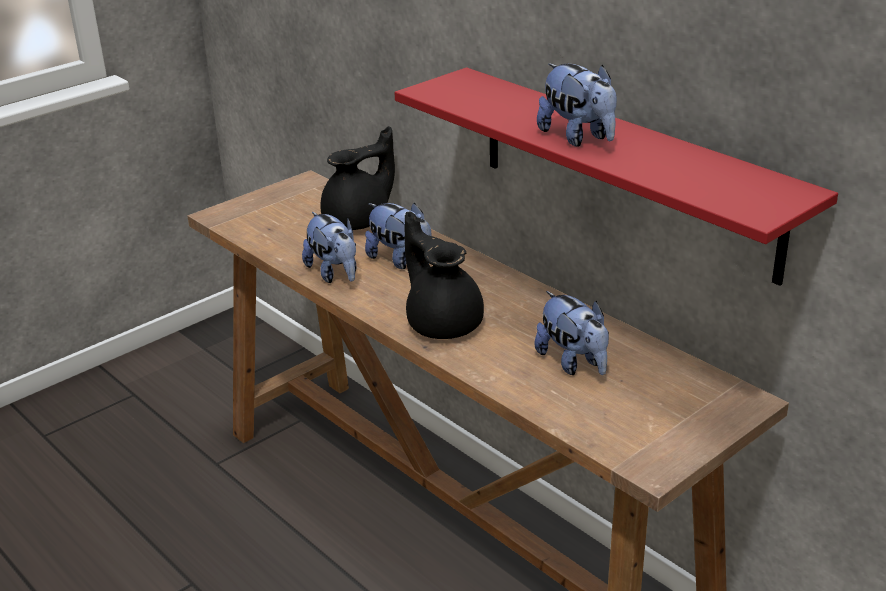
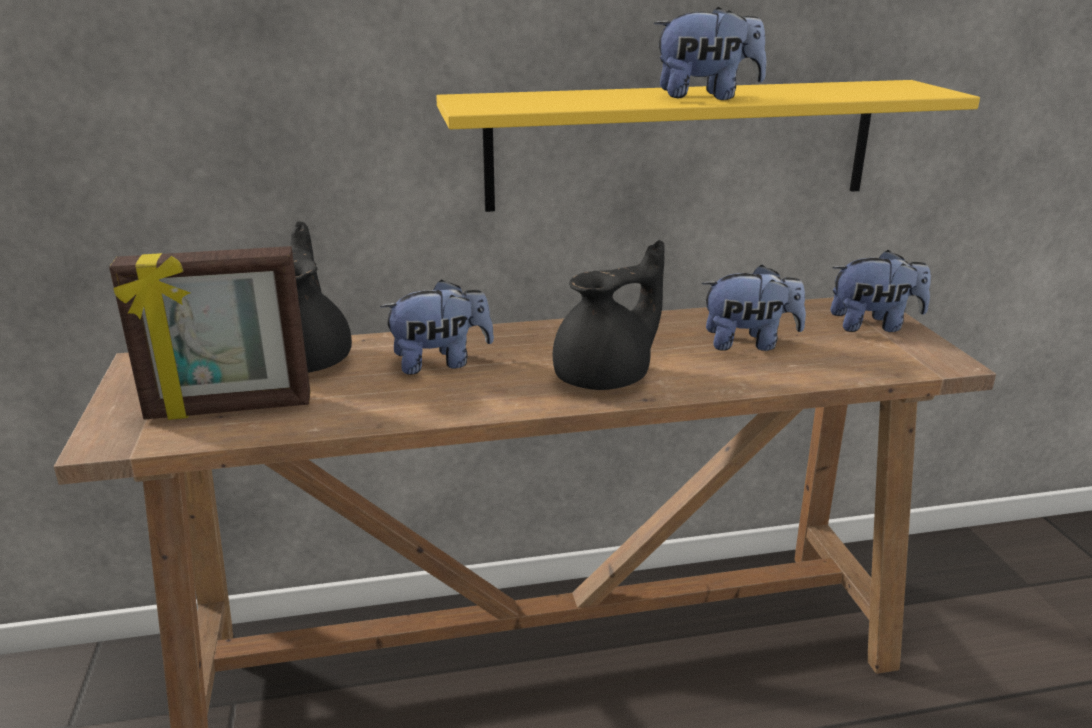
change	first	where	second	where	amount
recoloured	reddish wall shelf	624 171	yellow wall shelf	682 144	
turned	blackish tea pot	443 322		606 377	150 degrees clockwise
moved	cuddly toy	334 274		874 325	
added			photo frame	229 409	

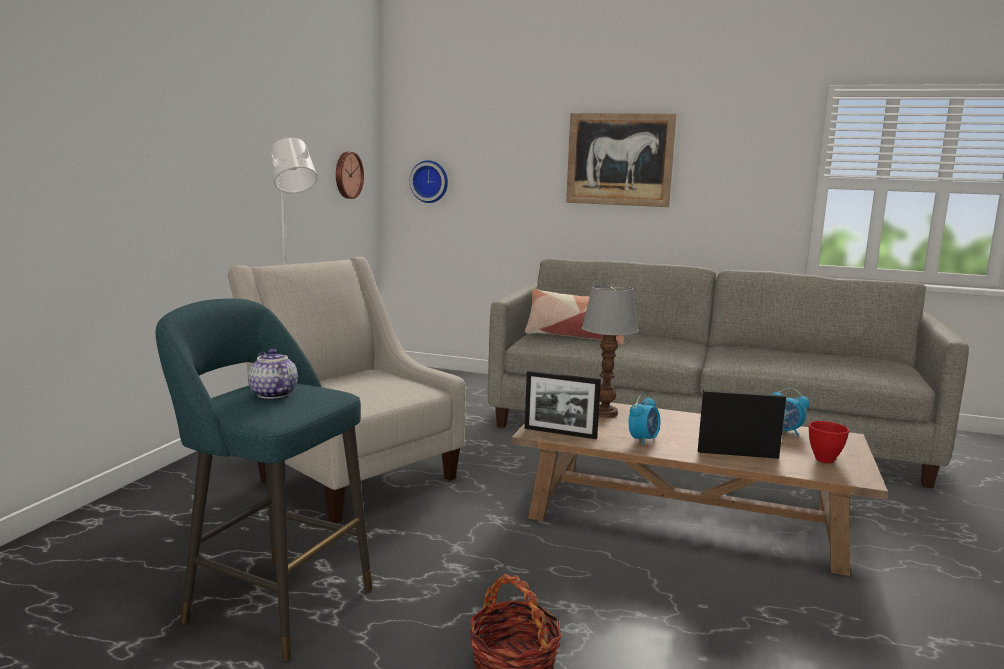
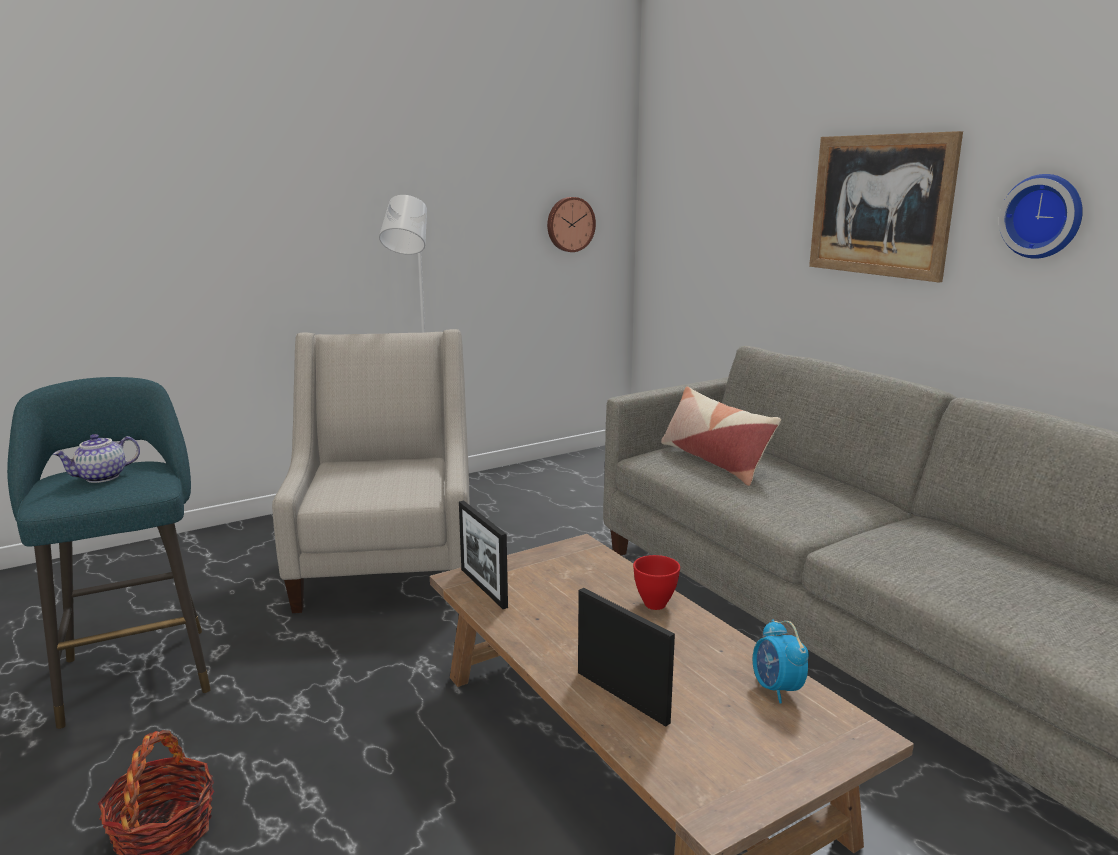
change	first	where	second	where	amount
moved	clock on the wall	430 181		1043 216	
removed	lamp for a table	604 413			
turned	tea pot	272 394		102 478	135 degrees counterclockwise
removed	bedside clock	643 440			
moved	reddish serving bowl	825 460		655 605	

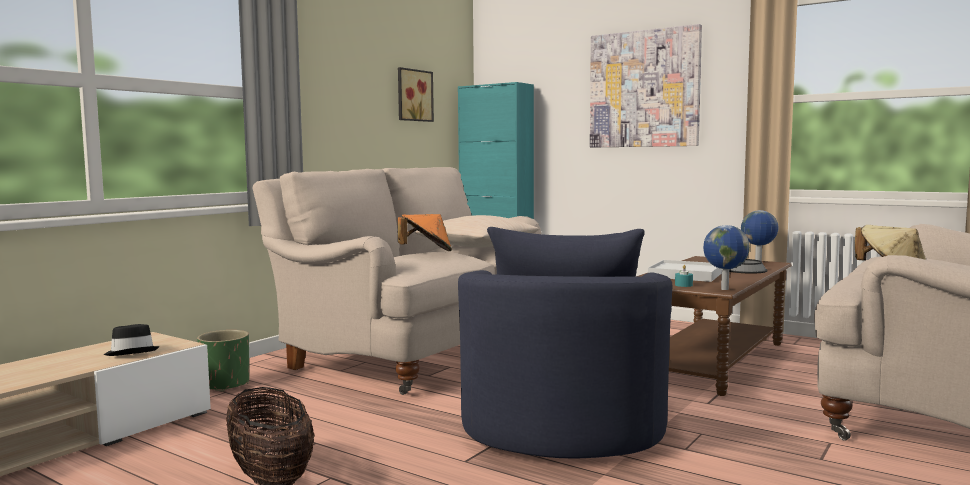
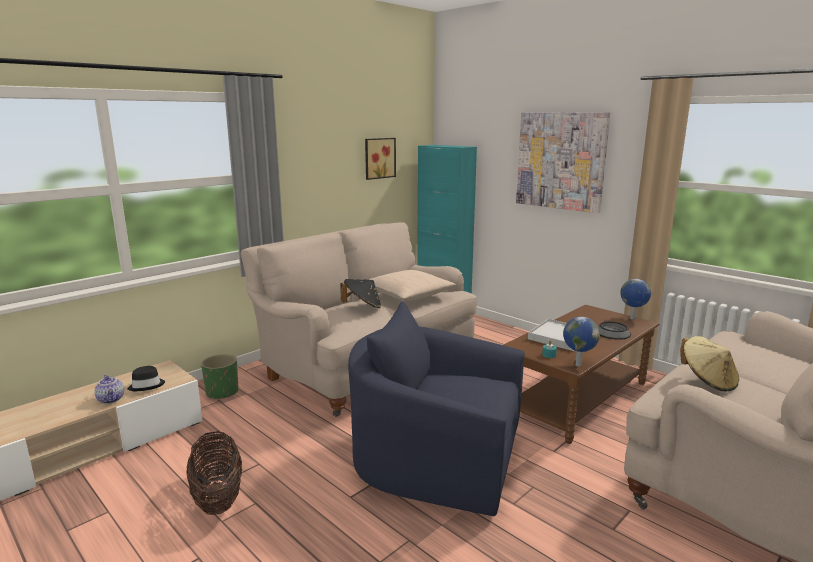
change	first	where	second	where	amount
recoloured	orange wearable hat	426 252	blackish wearable hat	362 307	
turned	blue easy chair	562 420		436 459	90 degrees clockwise
added			tea pot	111 399	

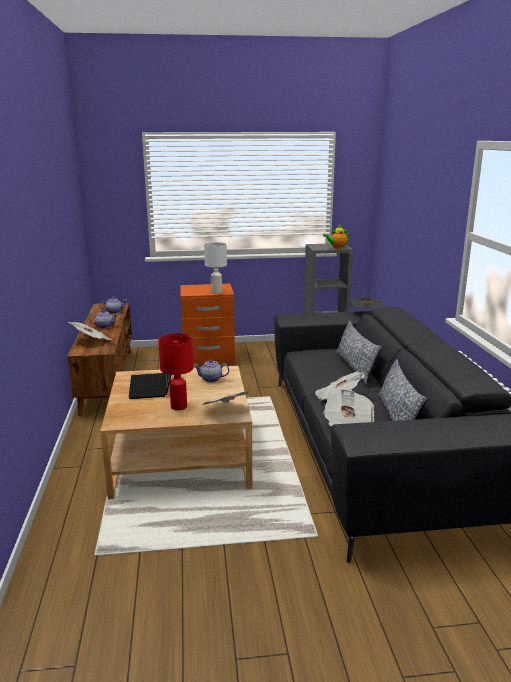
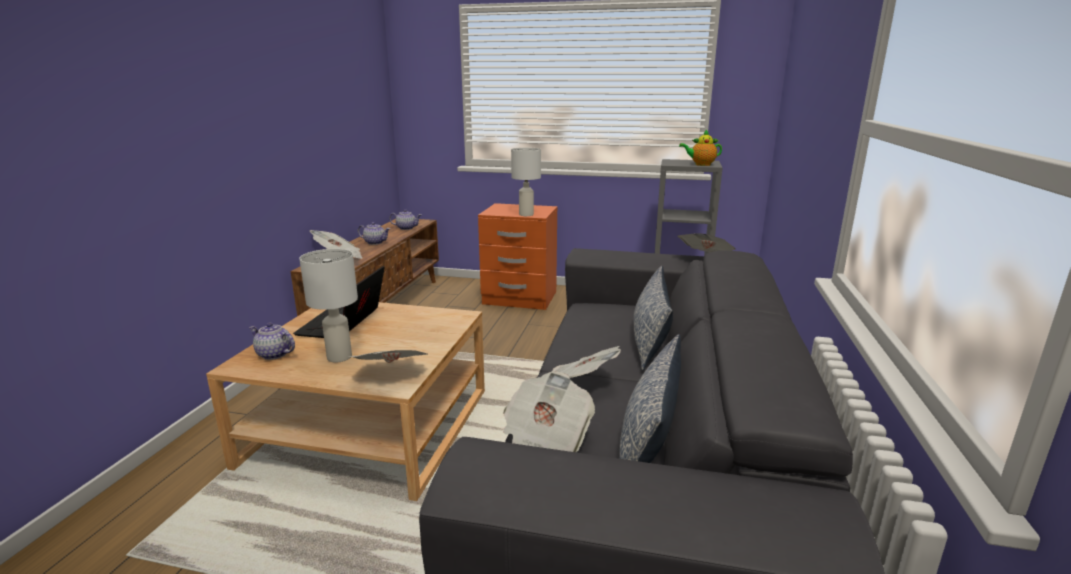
change	first	where	second	where	amount
recoloured	reddish lamp for a table	178 407	white-coloured lamp for a table	338 357	
moved	tea pot	211 379		273 354	

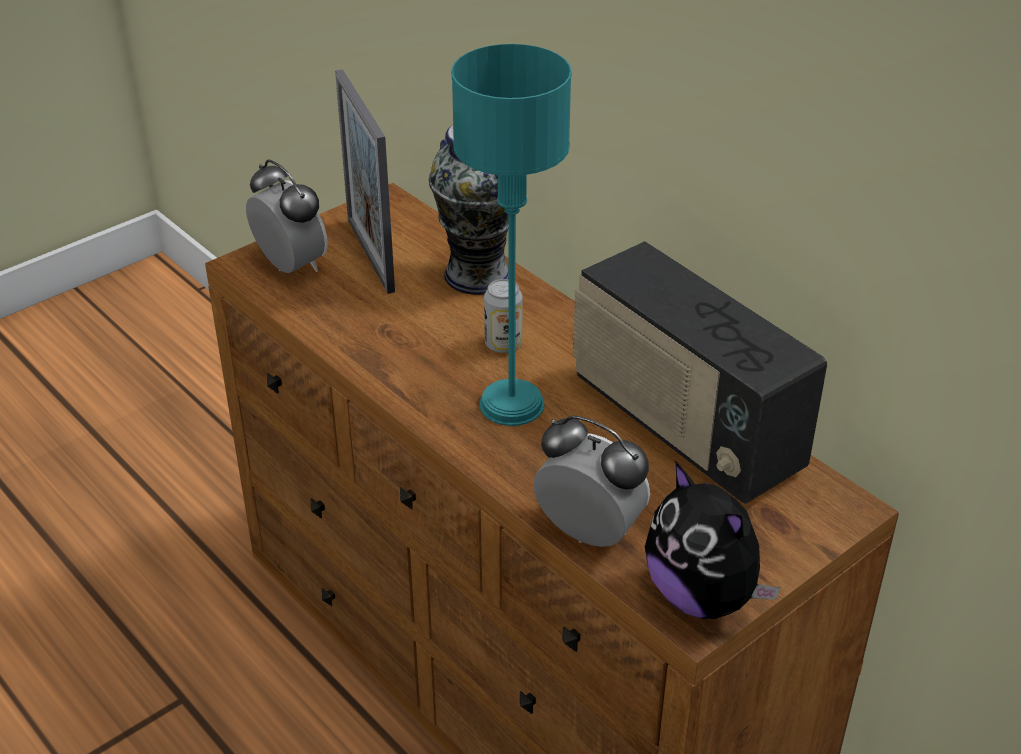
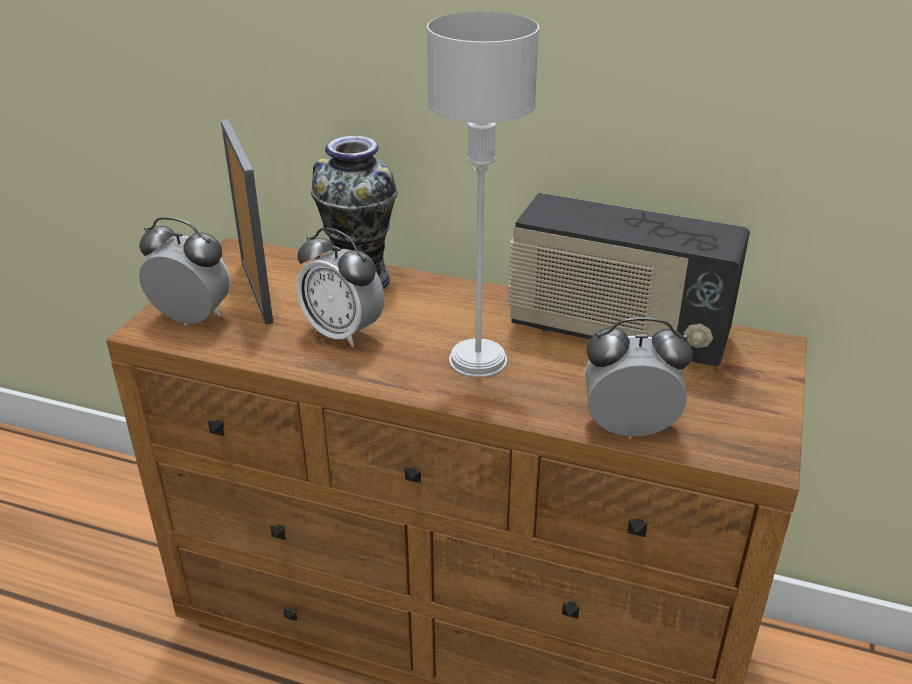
change	first	where	second	where	amount
recoloured	turquoise-coloured lamp for a table	512 404	greyish lamp for a table	478 359	
turned	photo frame	370 255		256 291	150 degrees counterclockwise
removed	can	503 344			
removed	cuddly toy	703 596			
added			bedside clock	343 333	

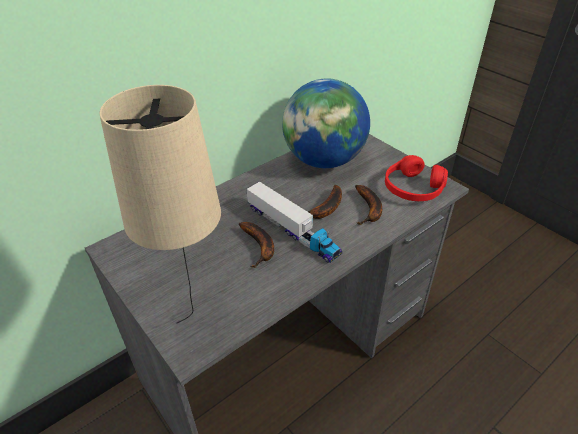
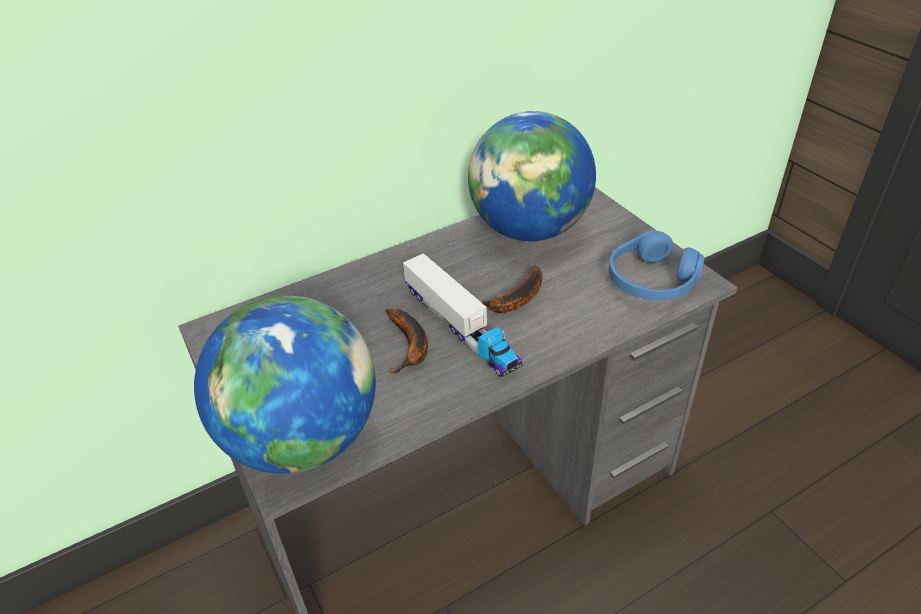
change	first	where	second	where	amount
replaced	beige lamp for a table	197 321	world globe	303 439	
recoloured	reddish pair of headphones	413 188	blue pair of headphones	651 280	
removed	whole banana	369 209			

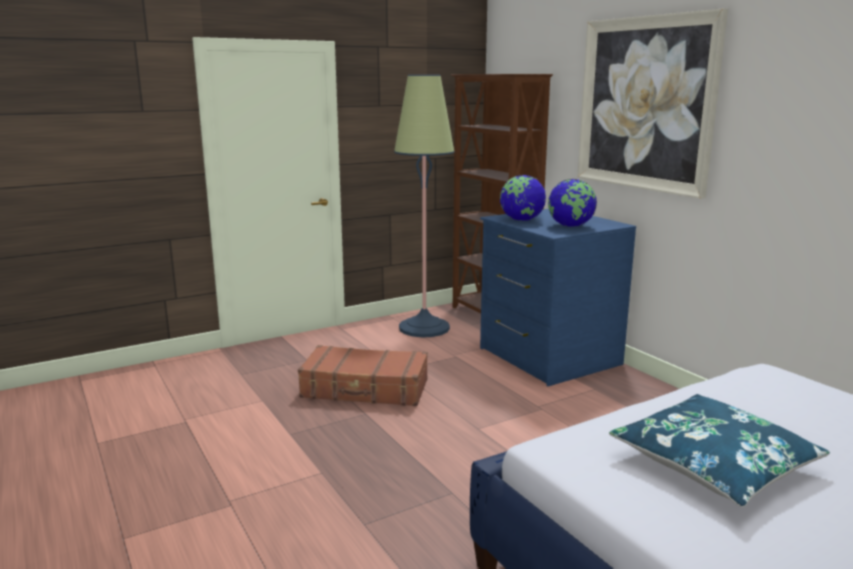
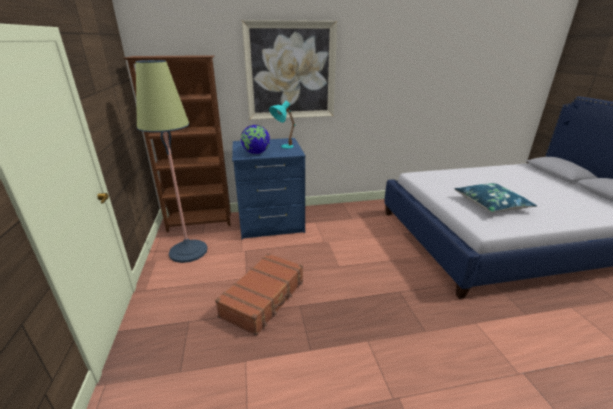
change	first	where	second	where	amount
replaced	world globe	570 226	turquoise-coloured lamp for a table	283 147	

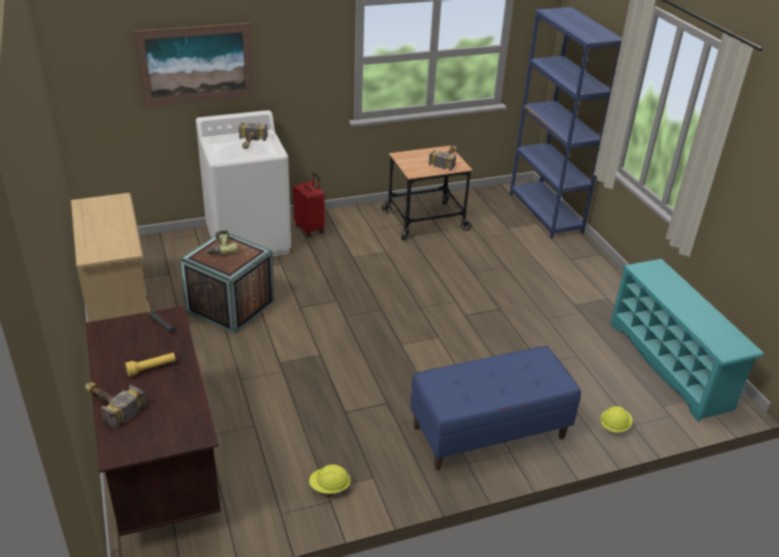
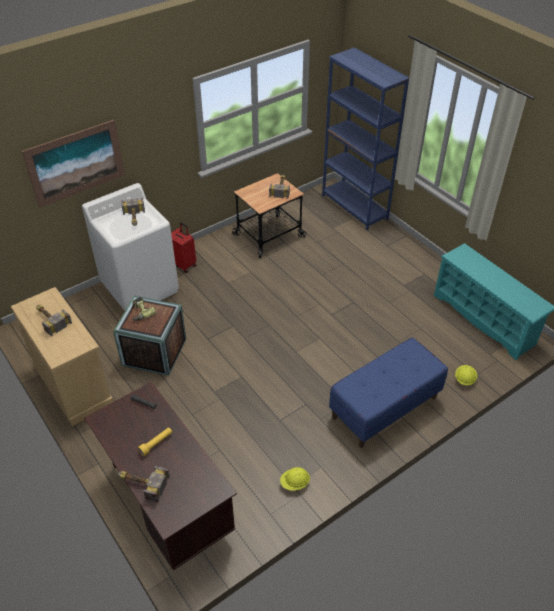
change	first	where	second	where	amount
added			tool hammer	50 319	

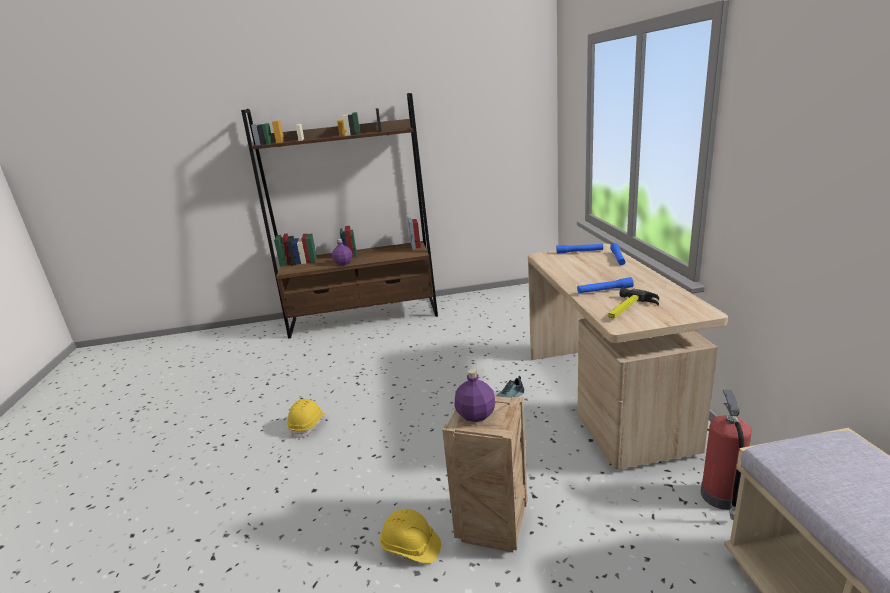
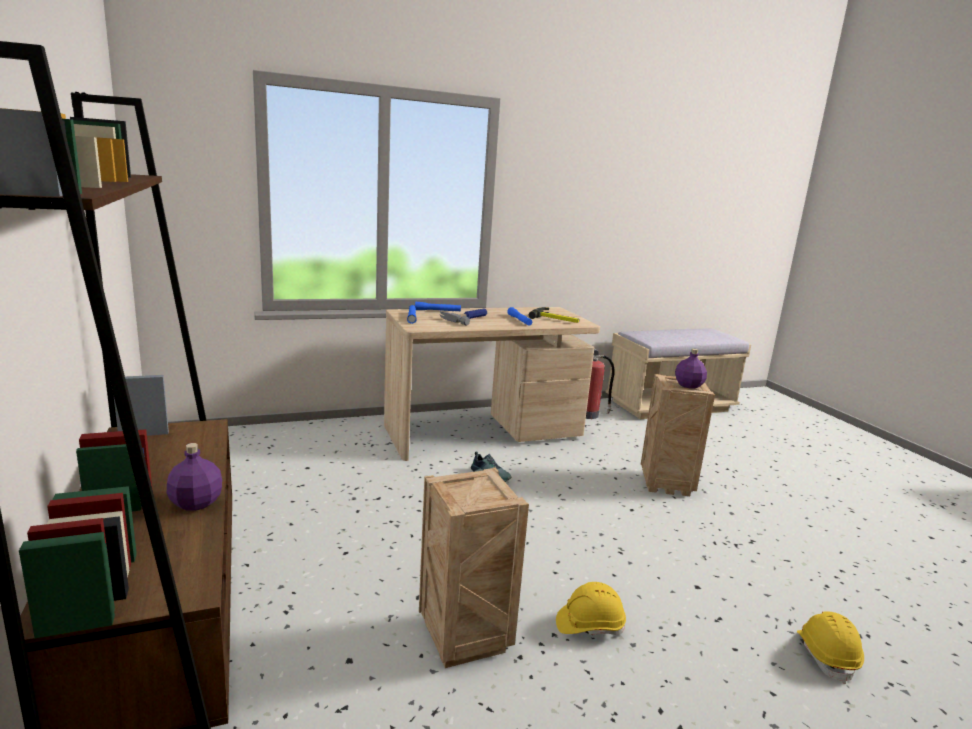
change	first	where	second	where	amount
moved	yellow work helmet	411 547		826 655	
added			tool hammer	466 318	
added			packing crate	462 637	

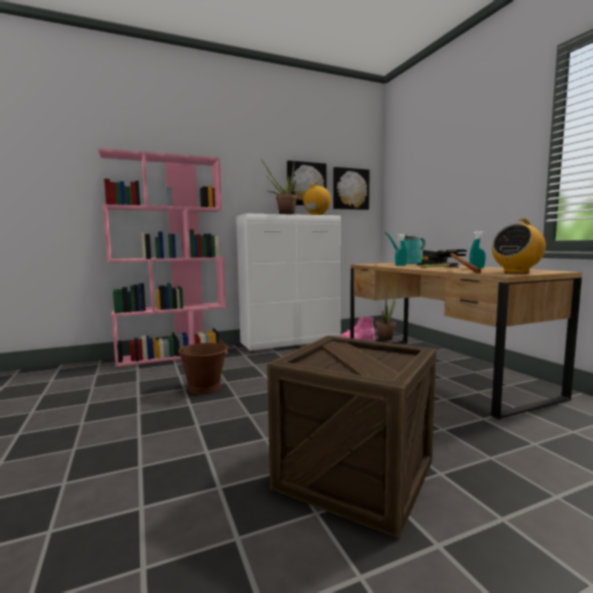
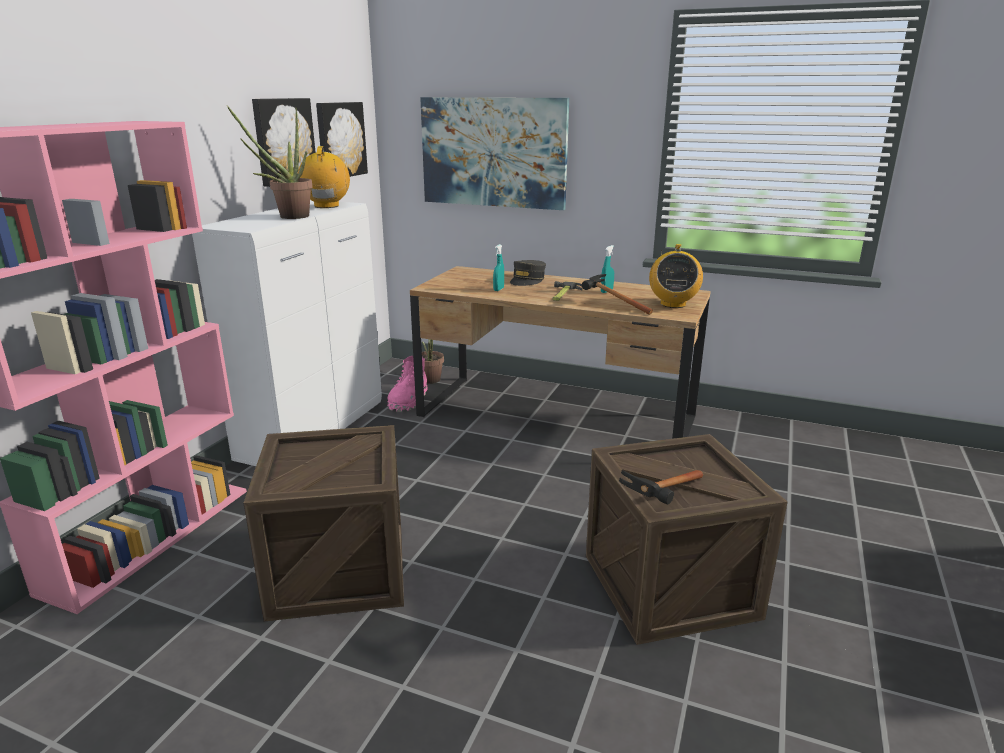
change	first	where	second	where	amount
removed	turquoise-coloured sprinkling can	408 263			
replaced	brown bucket	205 387	packing crate	339 570	
added			picture	493 152	
added			tool hammer	662 503	

